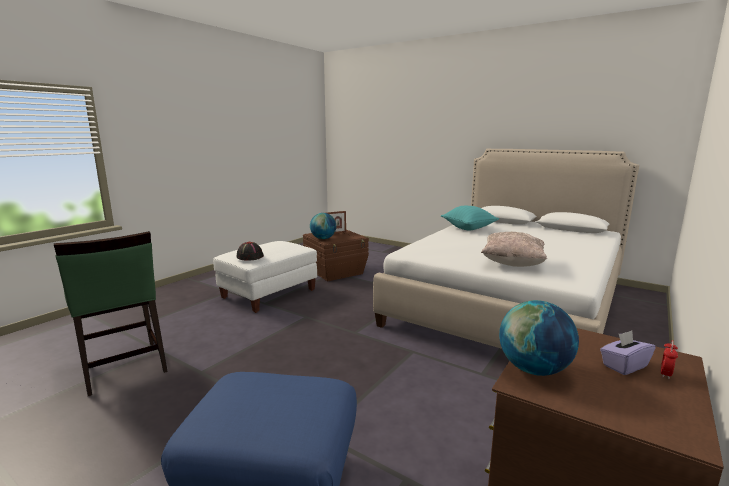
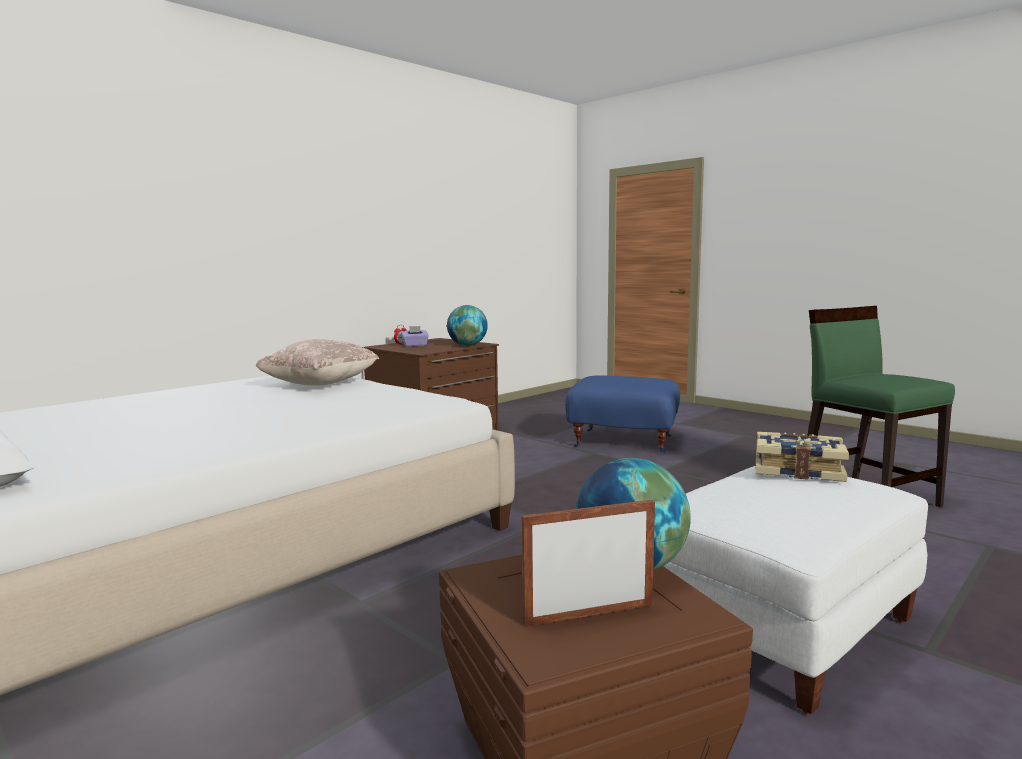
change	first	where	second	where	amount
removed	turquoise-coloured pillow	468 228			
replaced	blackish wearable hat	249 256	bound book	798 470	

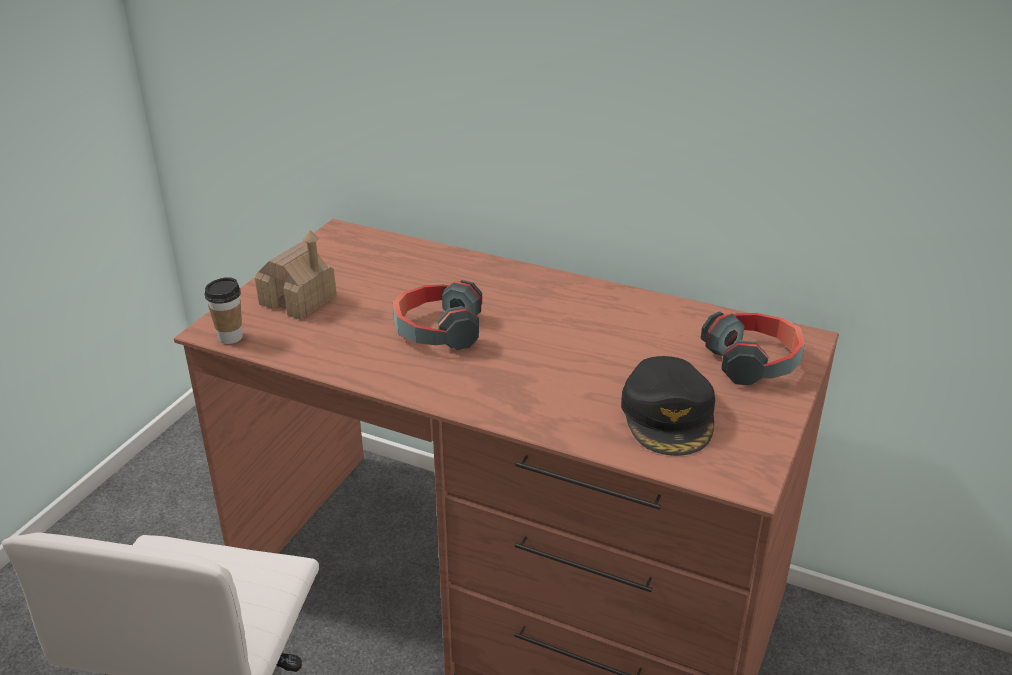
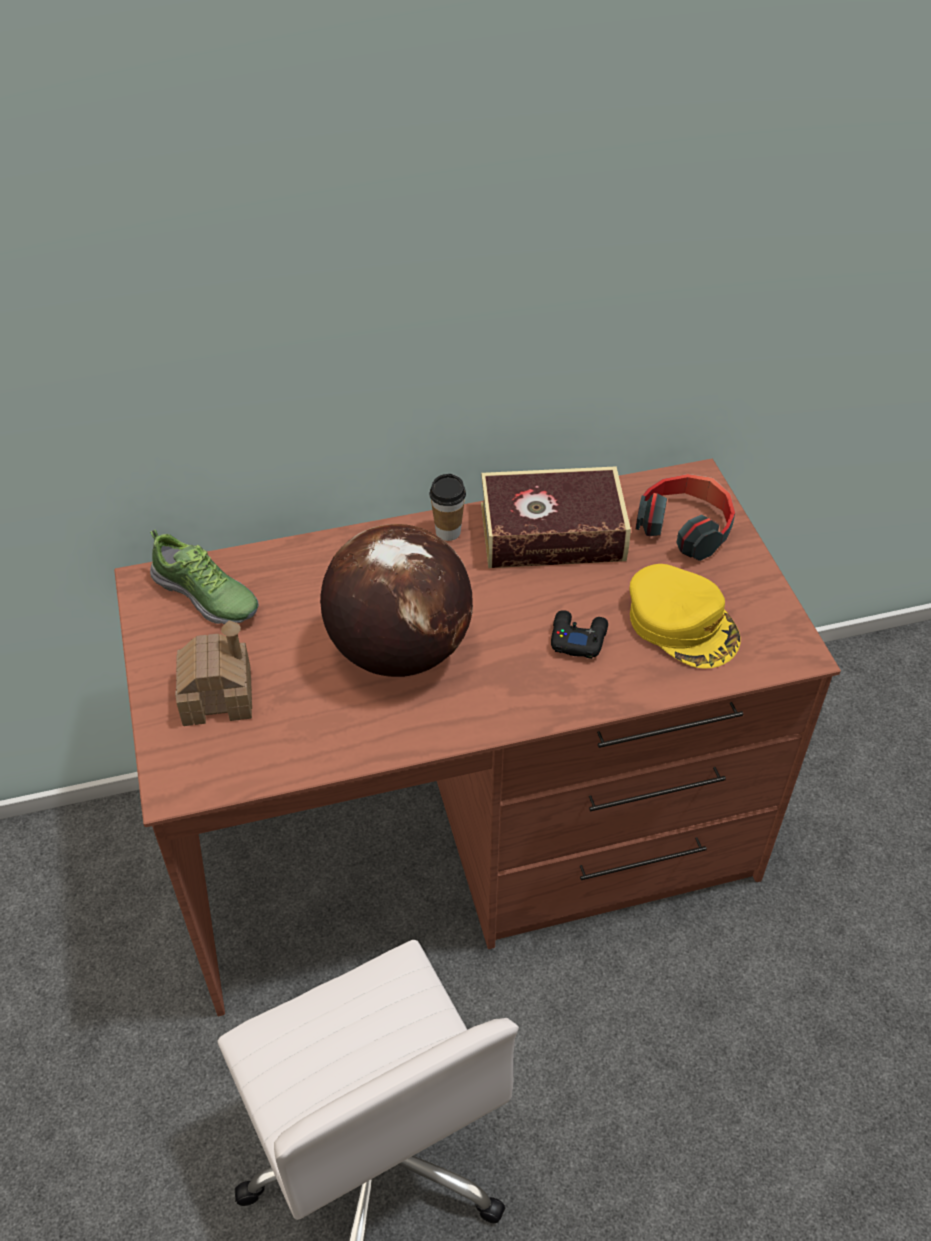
change	first	where	second	where	amount
moved	small cup	230 337		448 532	
replaced	pair of headphones	437 330	world globe	398 650	
recoloured	blackish peaked cap	669 415	yellow peaked cap	682 623	
added			bound book	552 533	
added			item of footwear	207 596	
added			blackish game controller	577 638	

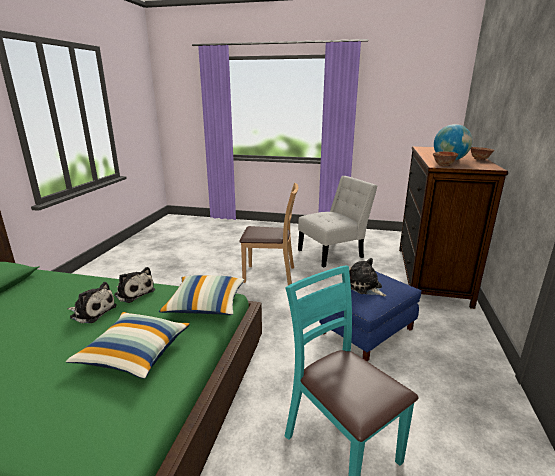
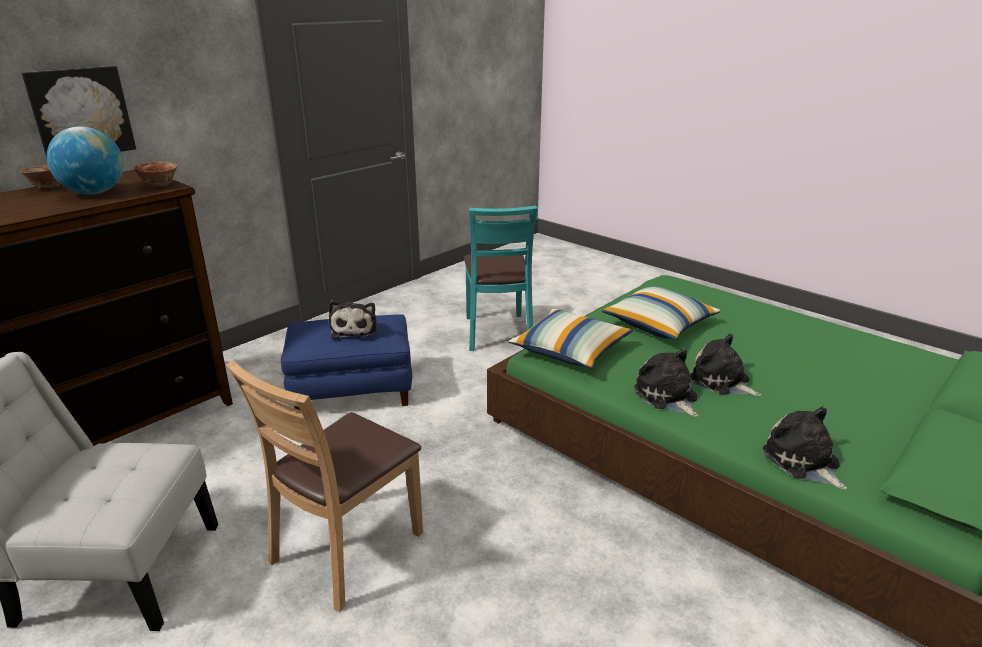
change	first	where	second	where	amount
turned	brown plain chair	270 275		347 549	90 degrees counterclockwise
added			picture	80 112	
added			cuddly toy	803 461	

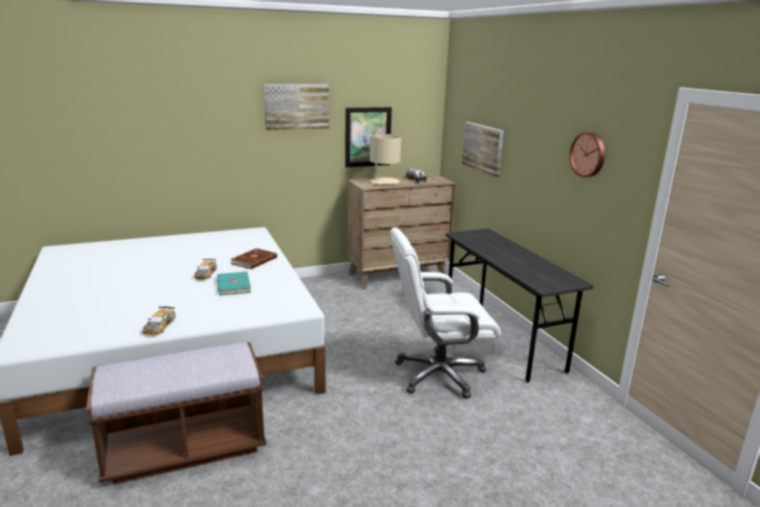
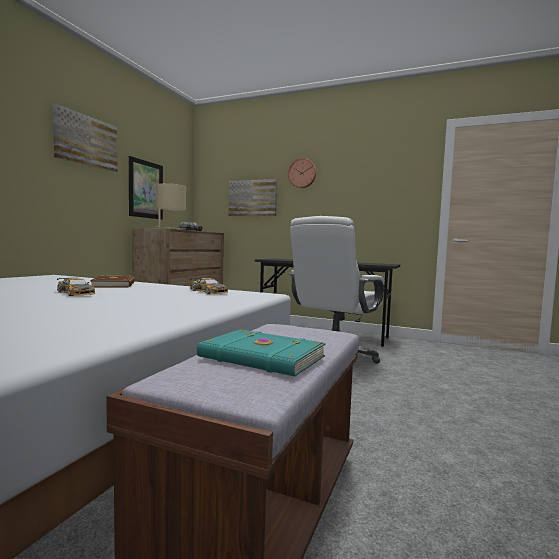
change	first	where	second	where	amount
moved	clock on the wall	588 154		302 173	
moved	turquoise-coloured bound book	232 286		261 357	
moved	miniature car	159 326		208 292	

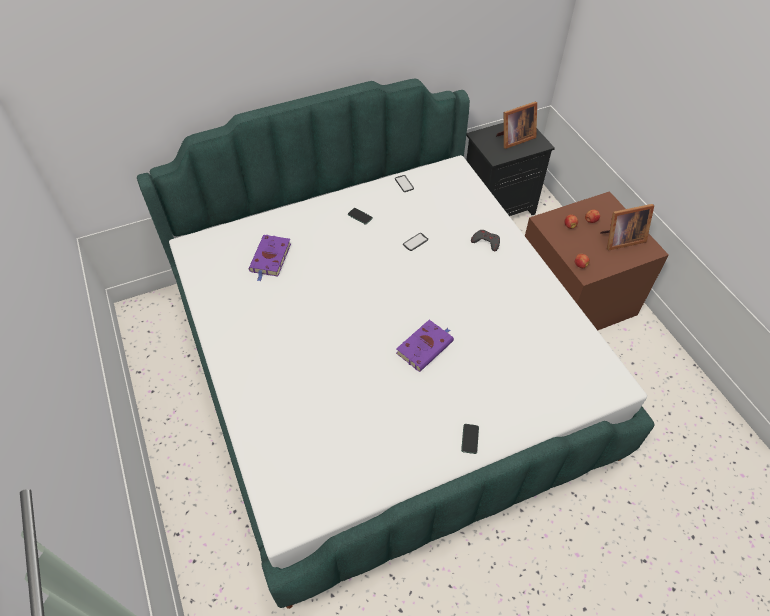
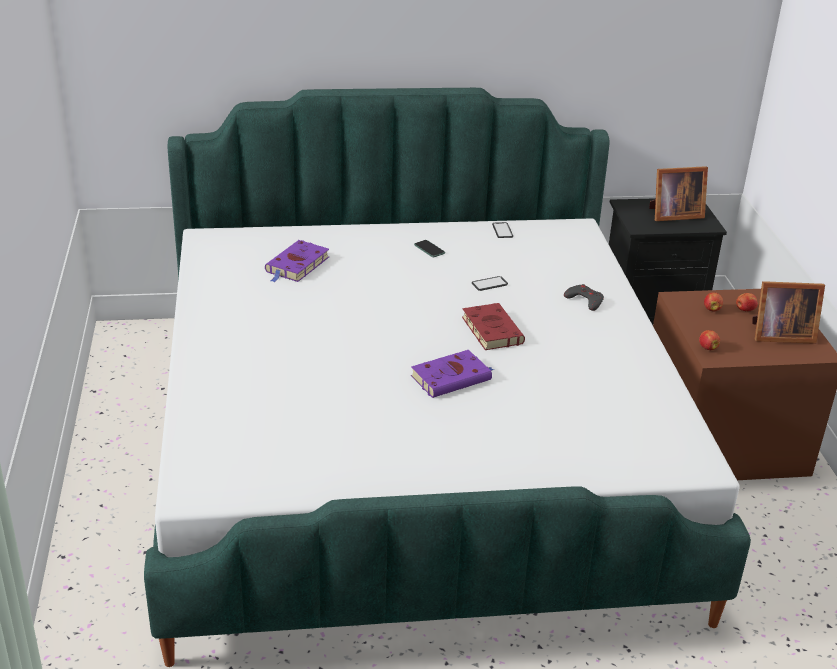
change	first	where	second	where	amount
removed	telephone	470 439			
added			reddish bound book	491 329	

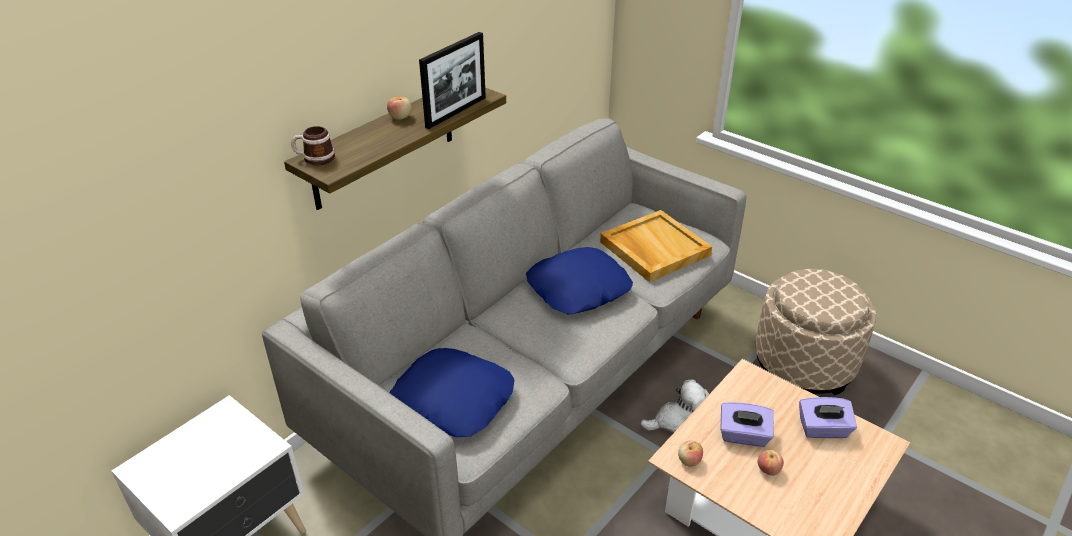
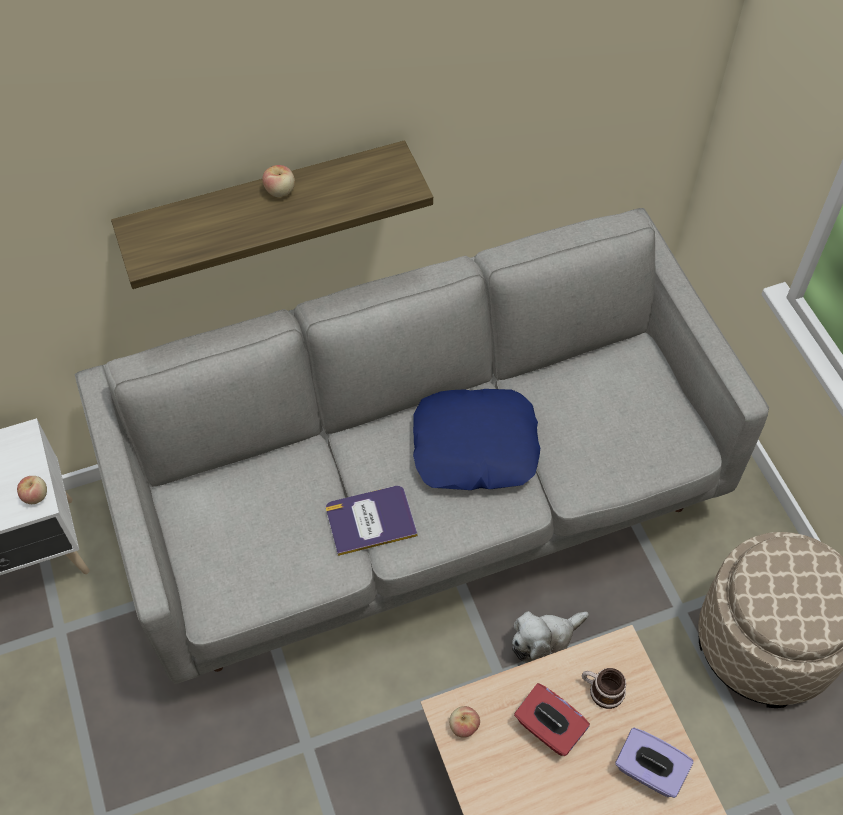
change	first	where	second	where	amount
removed	photo frame	456 112			
moved	tea mug	314 158		601 690	
removed	beige serving tray	653 248			
removed	blue pillow	453 400			
turned	cuddly toy	677 421		544 642	135 degrees clockwise
recoloured	purple-coloured box of tissues	743 436	reddish box of tissues	548 728	
moved	apple	768 470		35 496	
added			bound book	370 520	

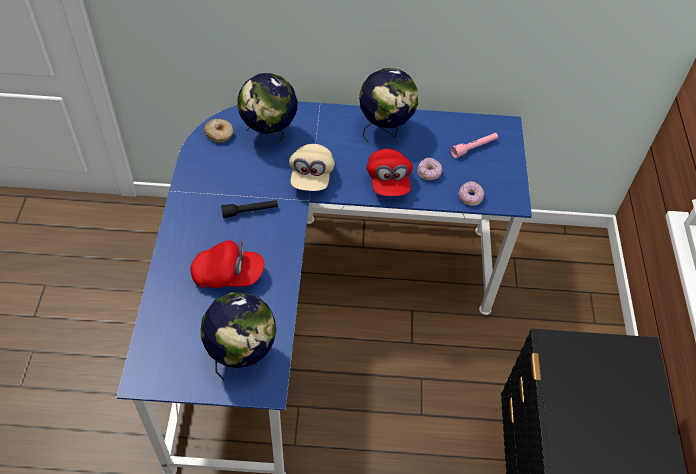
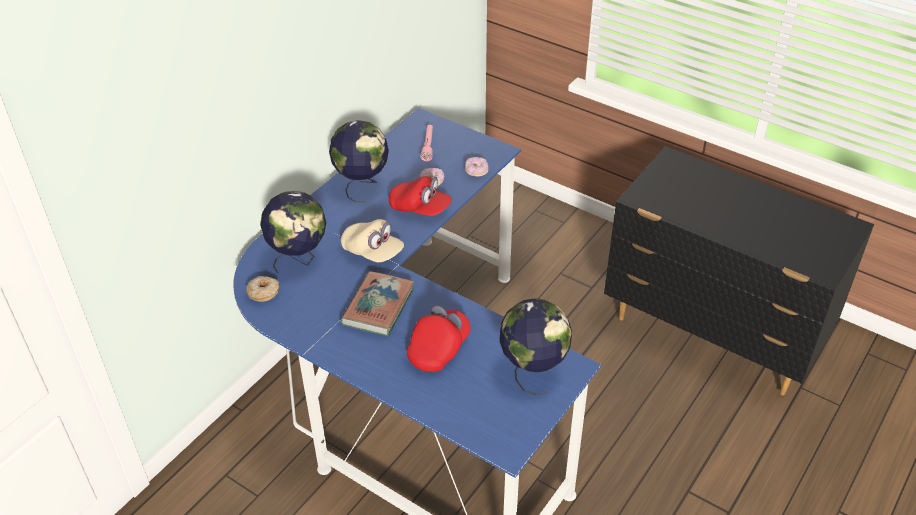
change	first	where	second	where	amount
replaced	blackish flashlight	250 211	bound book	378 307	

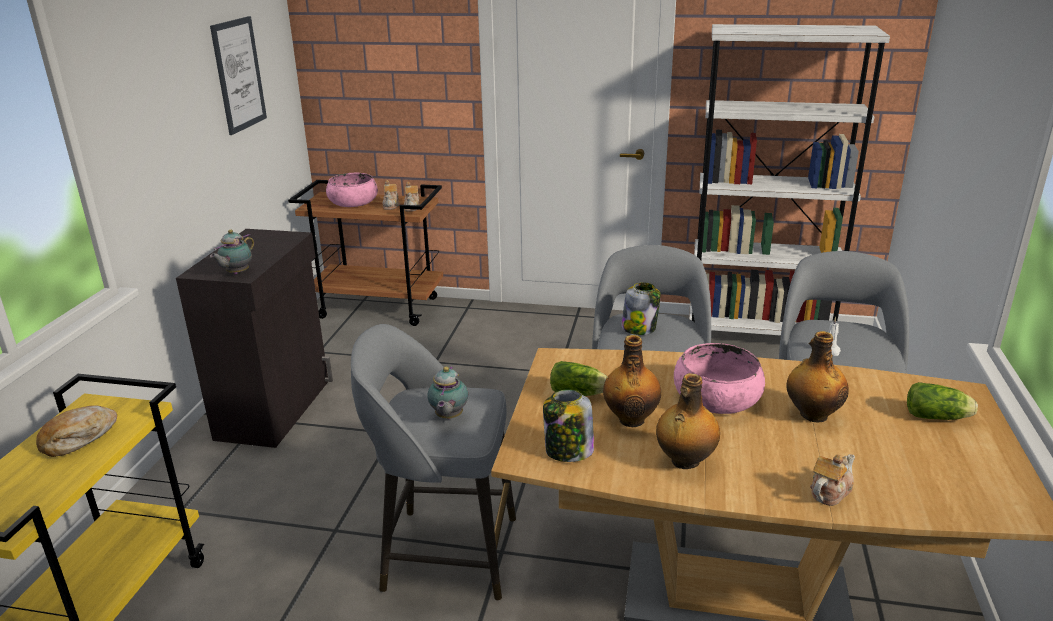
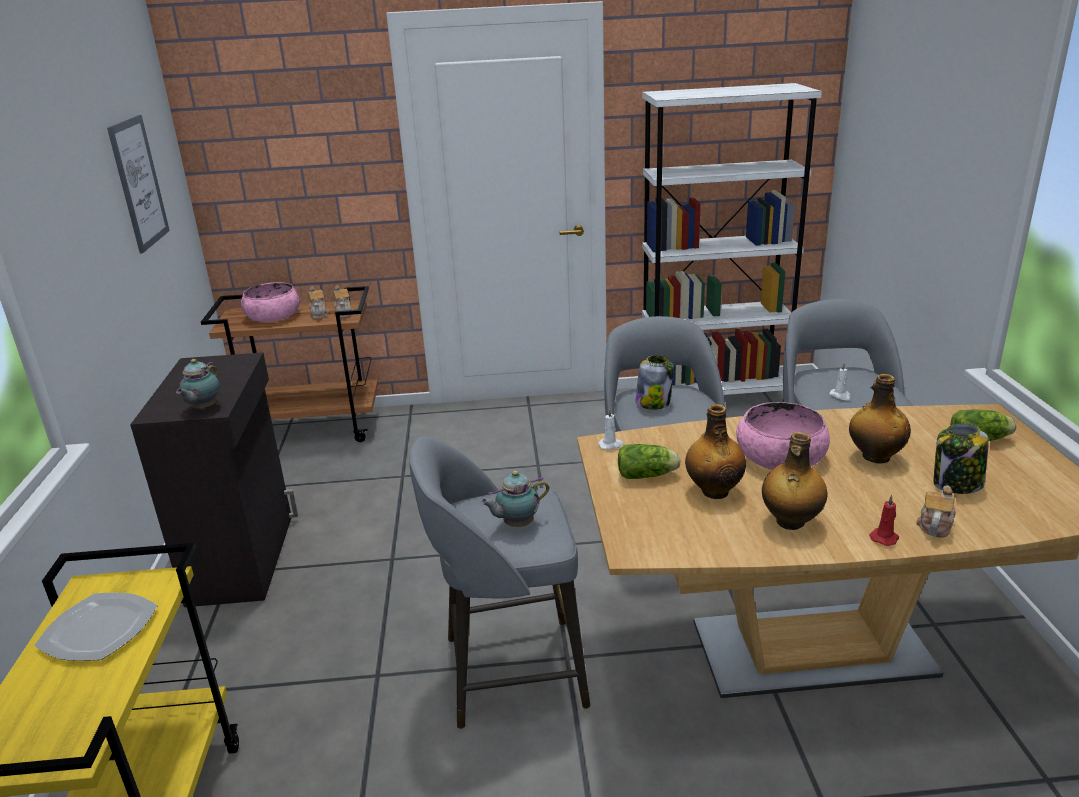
change	first	where	second	where	amount
turned	tea pot	448 417		516 524	75 degrees clockwise
moved	storage jar	568 451		956 485	
replaced	bakery bread	78 438	dinner plate	99 629	
added			white-coloured candle	611 445	
added			reddish candle	884 537	

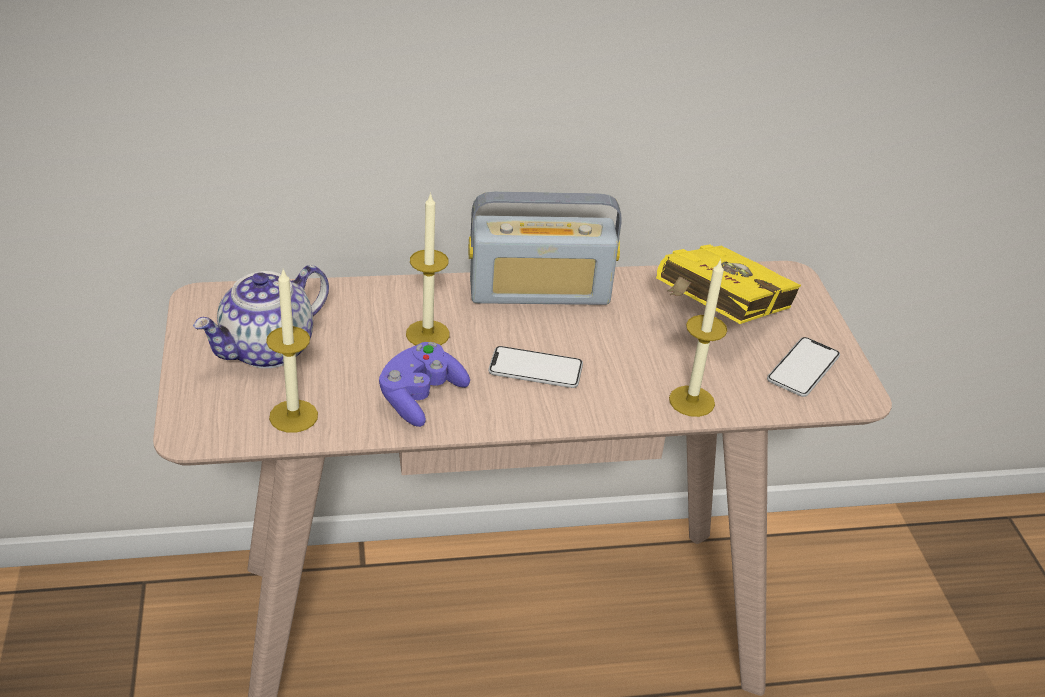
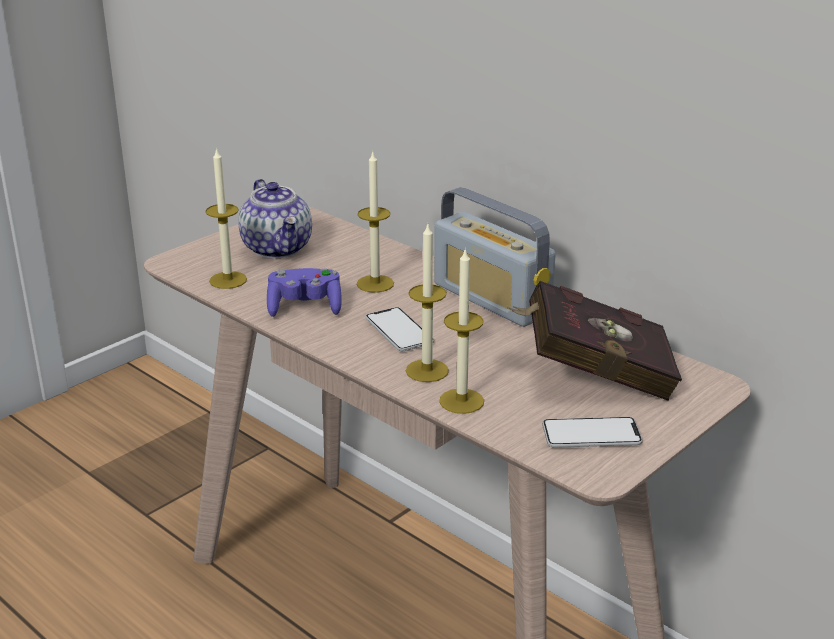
change	first	where	second	where	amount
recoloured	yellow bound book	717 317	reddish bound book	591 374	
turned	tea pot	267 350		278 248	120 degrees counterclockwise
added			candle	427 370	

